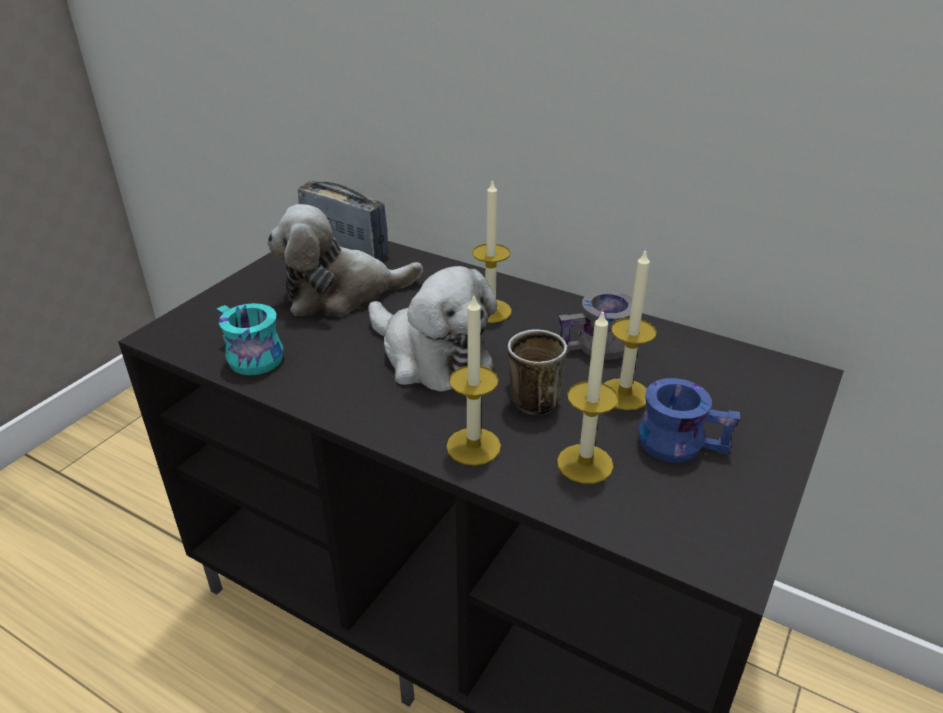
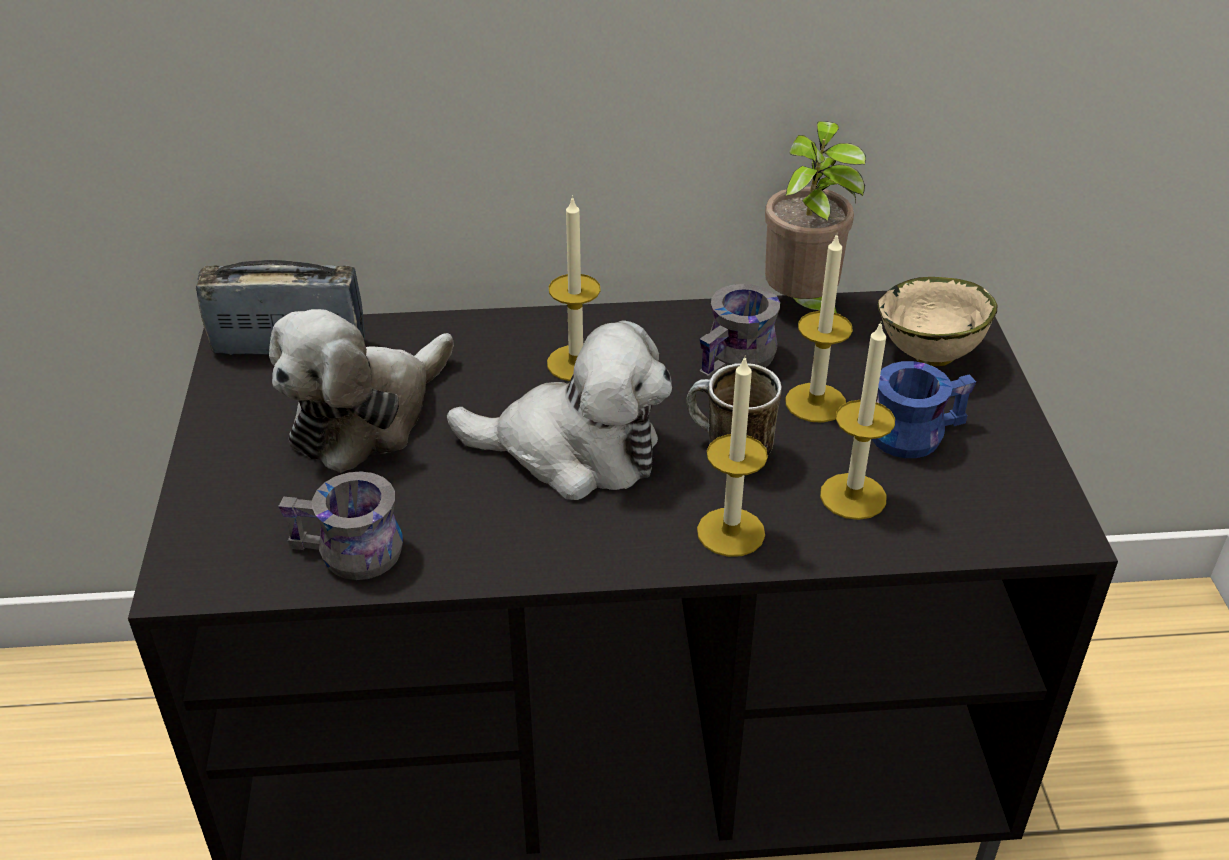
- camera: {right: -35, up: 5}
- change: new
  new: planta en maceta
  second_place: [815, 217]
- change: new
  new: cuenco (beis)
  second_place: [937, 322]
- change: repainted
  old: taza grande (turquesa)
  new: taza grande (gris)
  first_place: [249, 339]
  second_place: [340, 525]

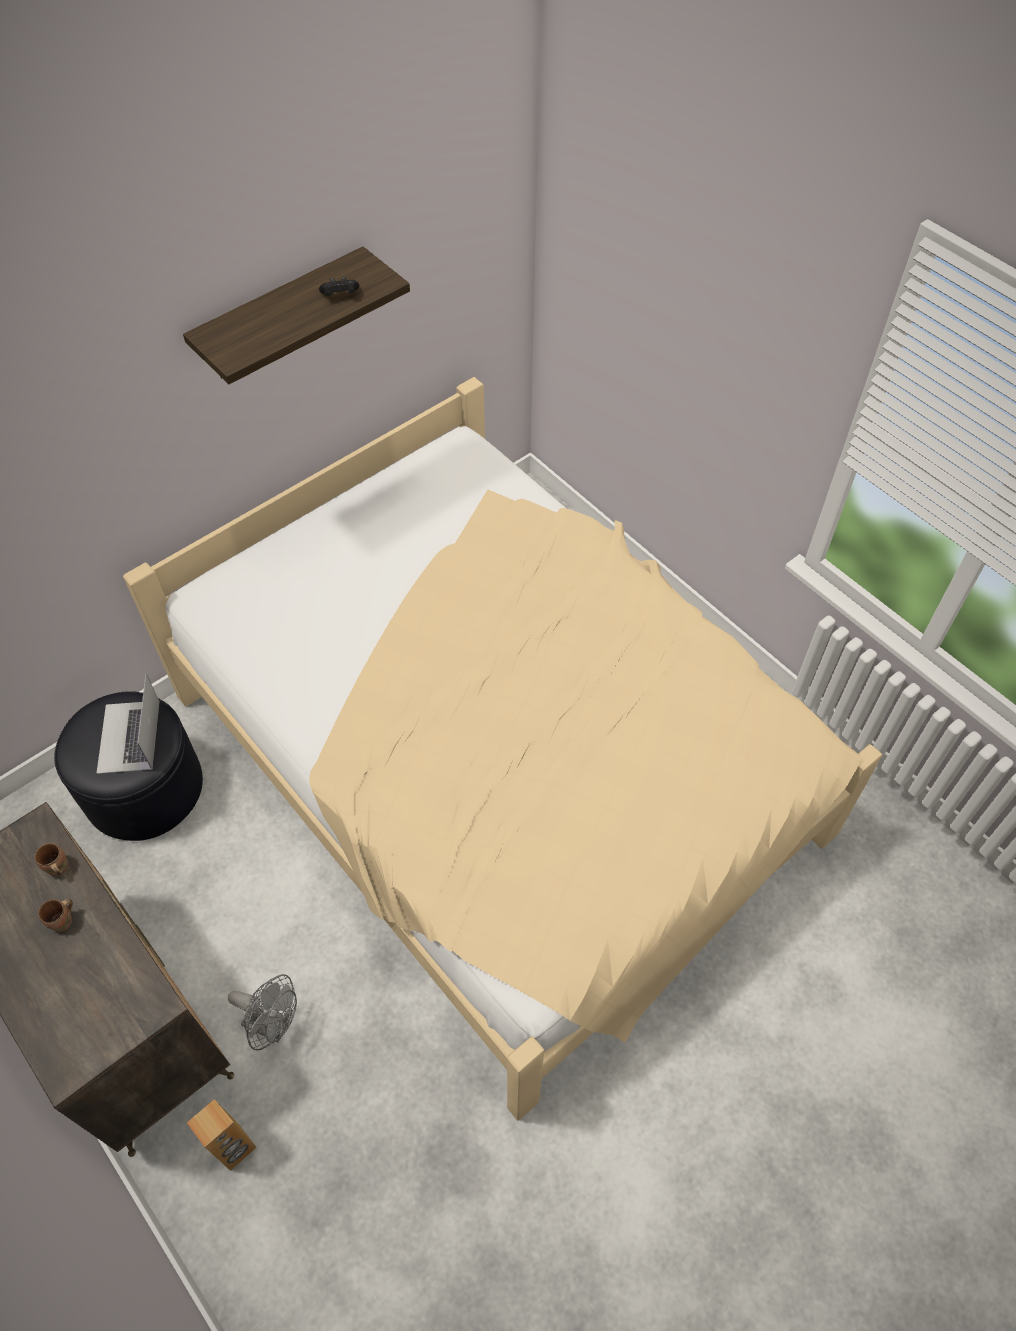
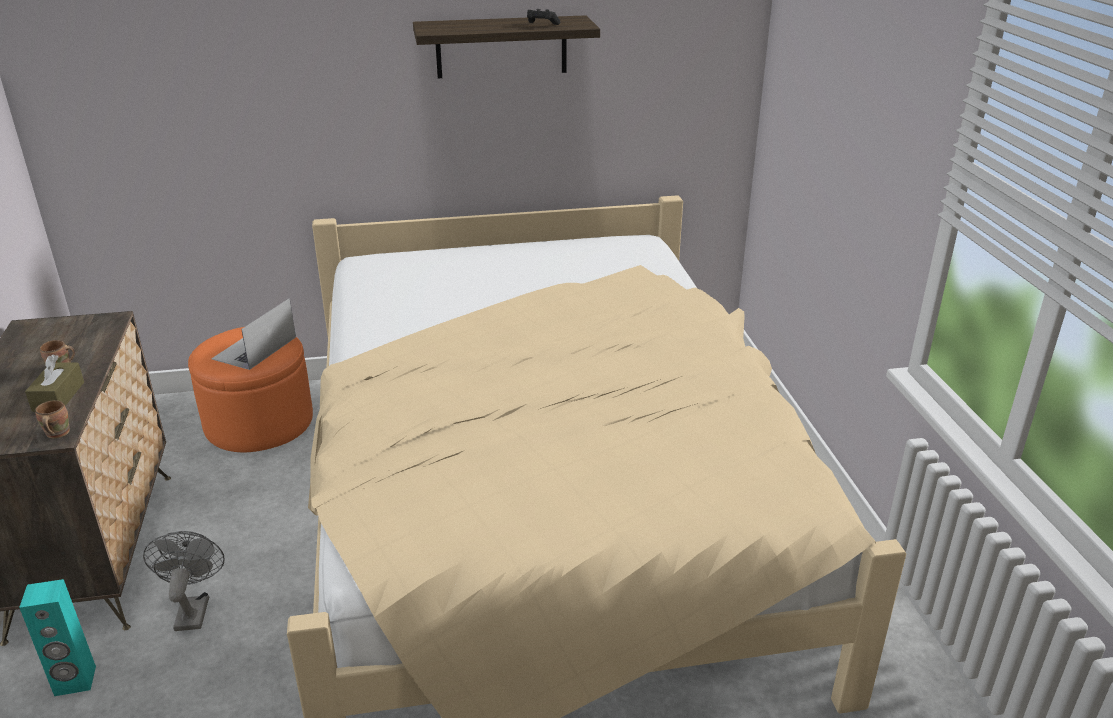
- camera: {right: 30, up: -25}
- change: new
  new: caja de pañuelos (marrón)
  second_place: [54, 383]
- change: shifted
  old: taza grande (marrón)
  first_place: [51, 859]
  second_place: [52, 419]
- change: repainted
  old: puf (negro)
  new: puf (naranja)
  first_place: [128, 766]
  second_place: [250, 389]
- change: repainted
  old: altavoz (marrón)
  new: altavoz (turquesa)
  first_place: [222, 1135]
  second_place: [57, 637]
- change: rotated
  old: ventilador (gris)
  first_place: [262, 1012]
  second_place: [184, 581]
  degrees: -150

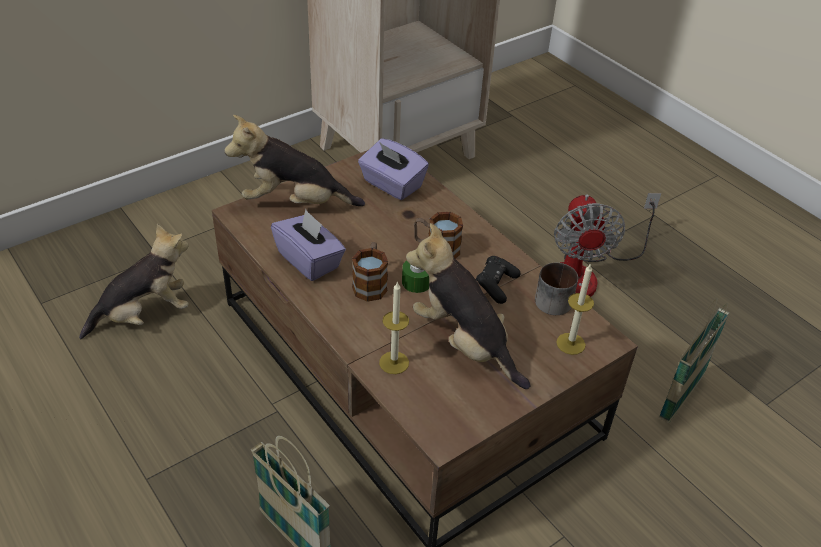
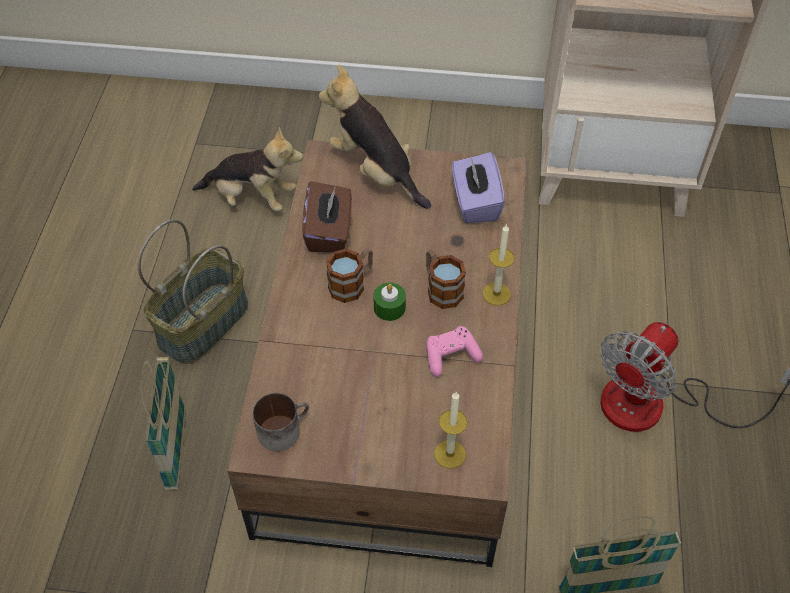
- camera: {right: 45, up: 10}
- change: gone
  old: peluche
  first_place: [468, 306]
- change: new
  new: cesta
  second_place: [193, 291]
- change: shifted
  old: vela
  first_place: [394, 328]
  second_place: [498, 264]
- change: shifted
  old: taza grande
  first_place: [556, 289]
  second_place: [281, 422]
- change: repainted
  old: caja de pañuelos (morado)
  new: caja de pañuelos (marrón)
  first_place: [308, 245]
  second_place: [327, 217]
- change: repainted
  old: mando de consola (negro)
  new: mando de consola (rosa)
  first_place: [498, 280]
  second_place: [455, 351]

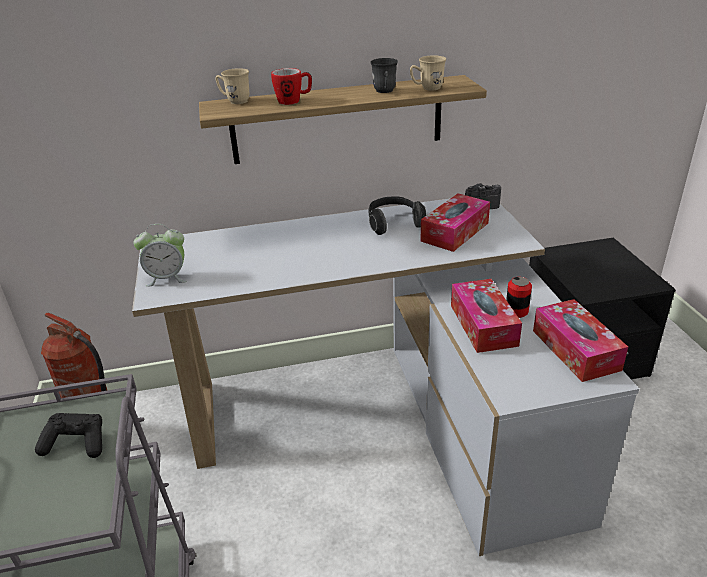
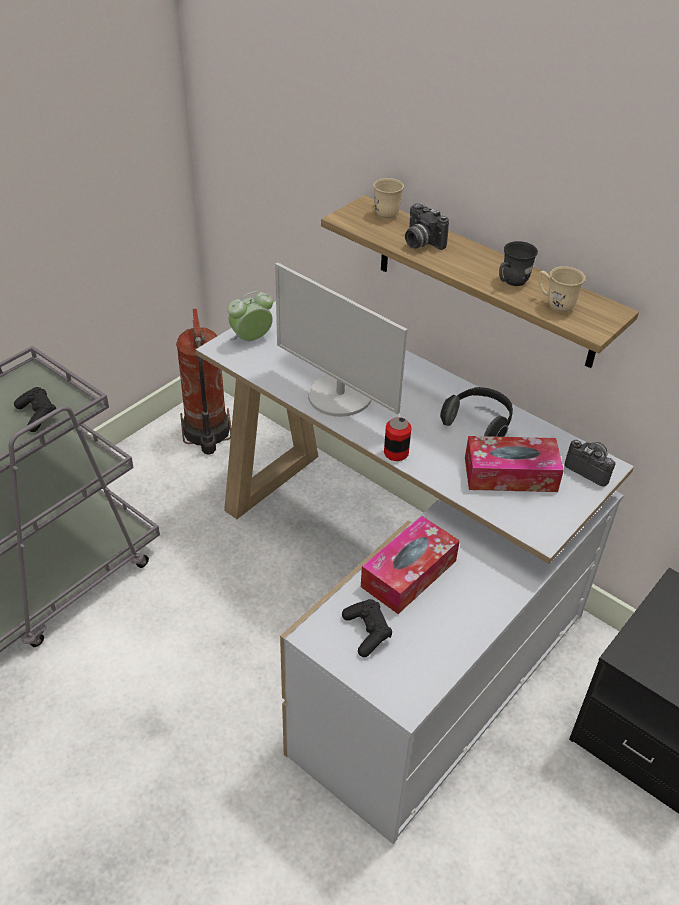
- camera: {right: 50, up: 10}
- change: gone
  old: caja de pañuelos
  first_place: [580, 340]
- change: new
  new: monitor
  second_place: [341, 339]
- change: new
  new: mando de consola (negro)
  second_place: [367, 628]
- change: shifted
  old: lata
  first_place: [519, 297]
  second_place: [397, 439]
- change: swapped
  old: taza grande
  new: cámara
  first_place: [291, 86]
  second_place: [427, 226]
- change: rotated
  old: despertador
  first_place: [160, 255]
  second_place: [250, 316]
  degrees: 105

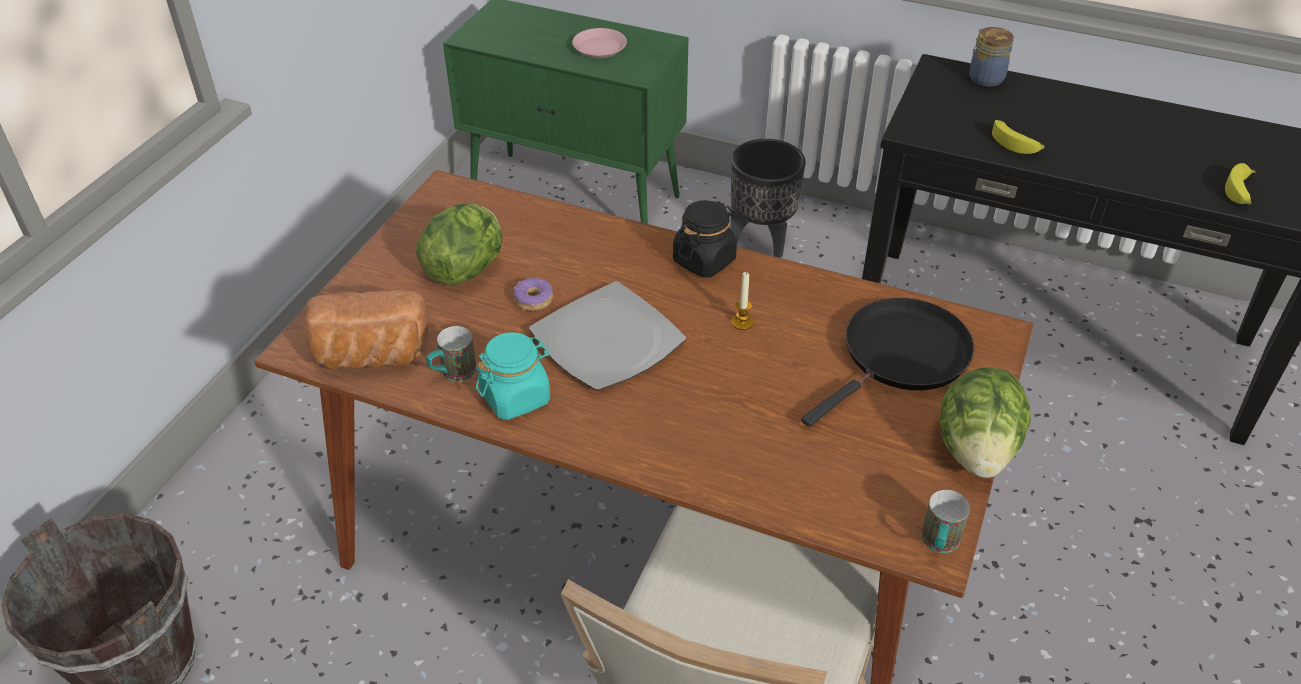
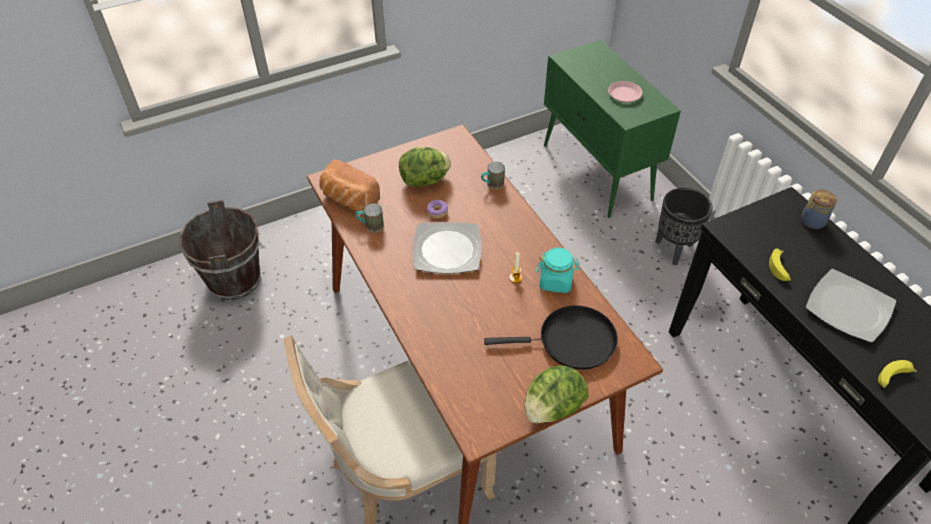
- camera: {right: 40, up: 5}
- change: gone
  old: tarro (negro)
  first_place: [705, 239]
- change: new
  new: plato
  second_place: [850, 306]
- change: shifted
  old: tarro (turquesa)
  first_place: [513, 376]
  second_place: [558, 270]
- change: shifted
  old: taza grande
  first_place: [945, 521]
  second_place: [493, 175]

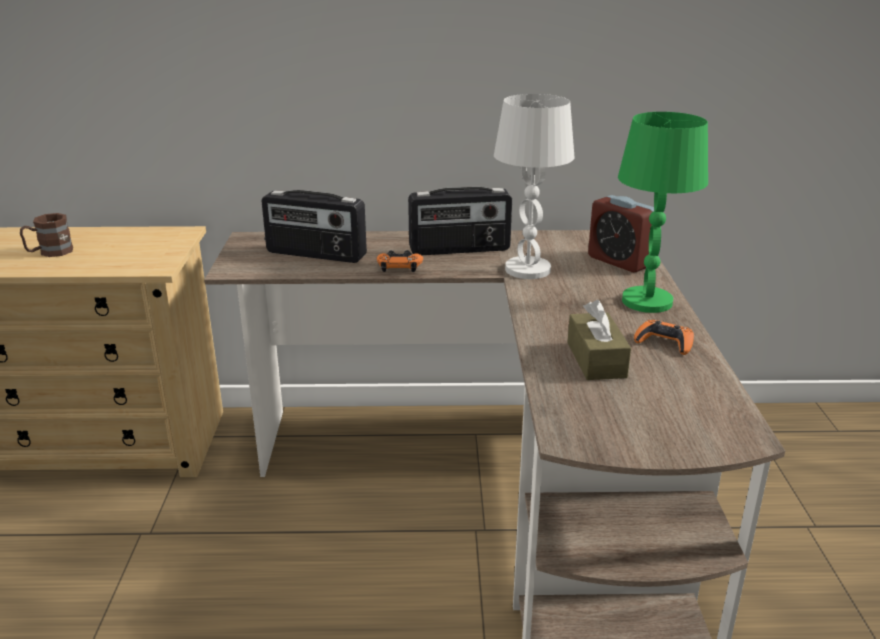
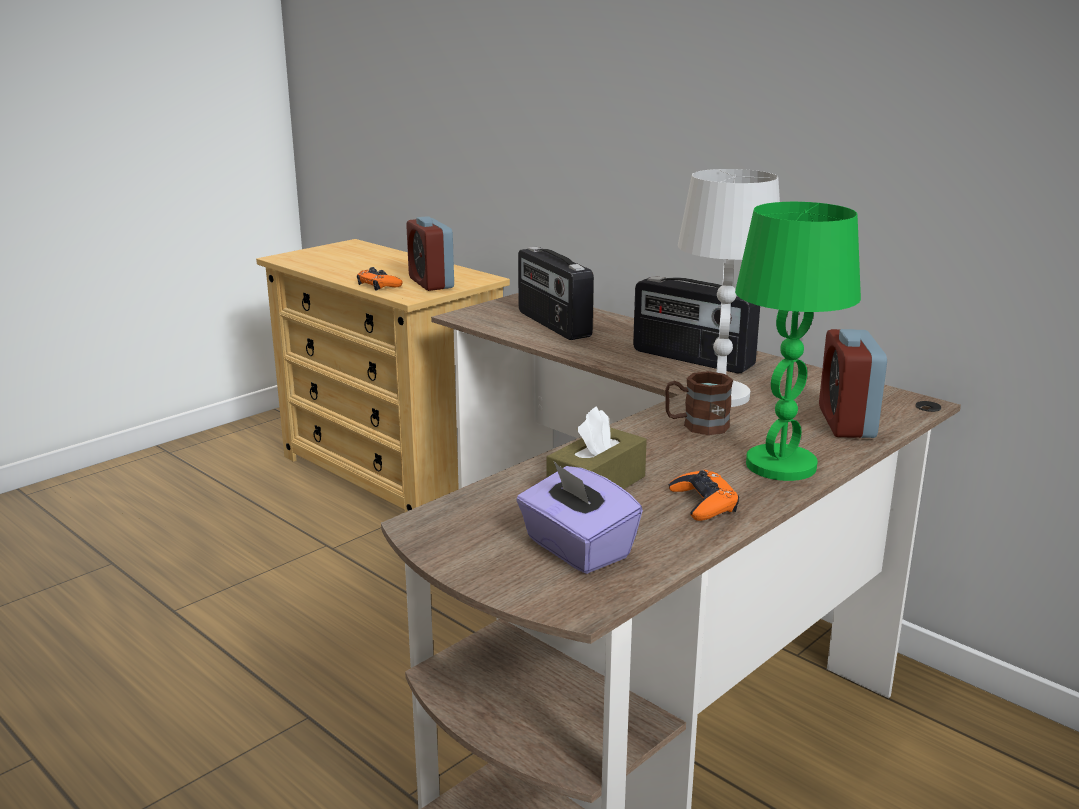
- camera: {right: 45, up: -5}
- change: new
  new: despertador
  second_place: [430, 253]
- change: new
  new: caja de pañuelos (morado)
  second_place: [579, 518]
- change: shifted
  old: taza grande (marrón)
  first_place: [46, 235]
  second_place: [699, 403]
- change: shifted
  old: mando de consola (naranja)
  first_place: [400, 261]
  second_place: [380, 279]

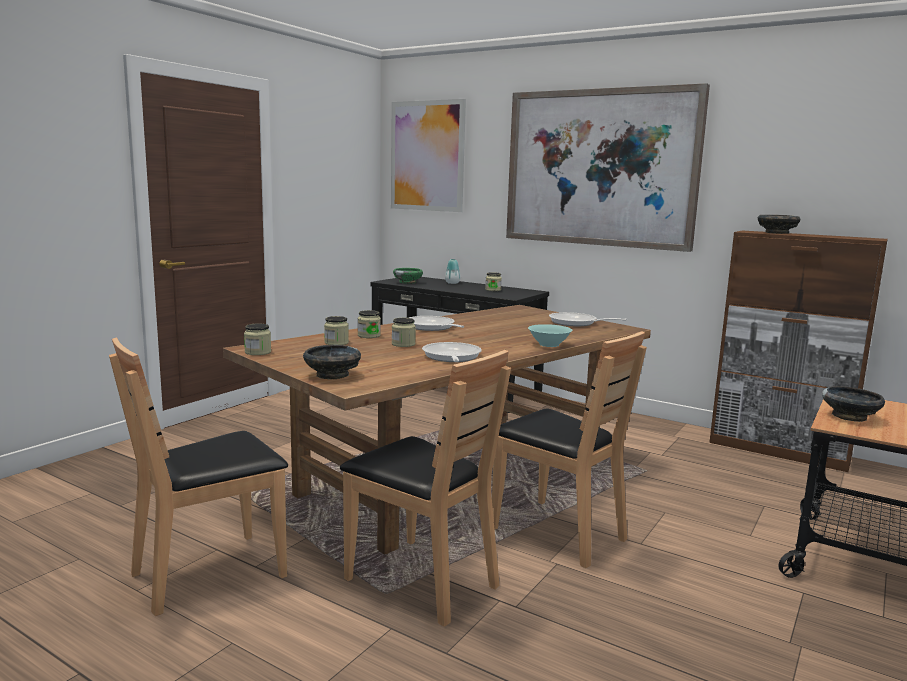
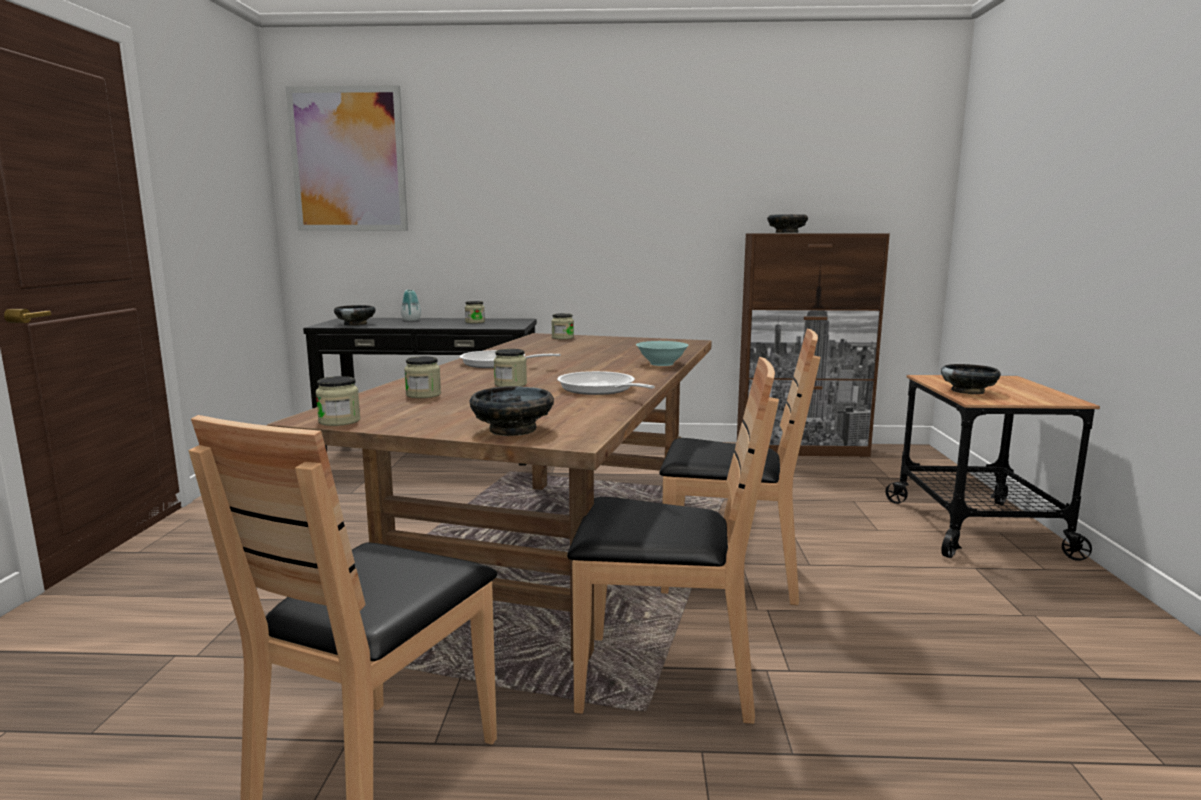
- camera: {right: -30, up: 0}
- change: gone
  old: cuadro
  first_place: [608, 167]
- change: gone
  old: sartén
  first_place: [588, 319]
- change: shifted
  old: tarro
  first_place: [369, 324]
  second_place: [562, 326]
- change: repainted
  old: cuenco (verde)
  new: cuenco (negro)
  first_place: [408, 276]
  second_place: [354, 315]

